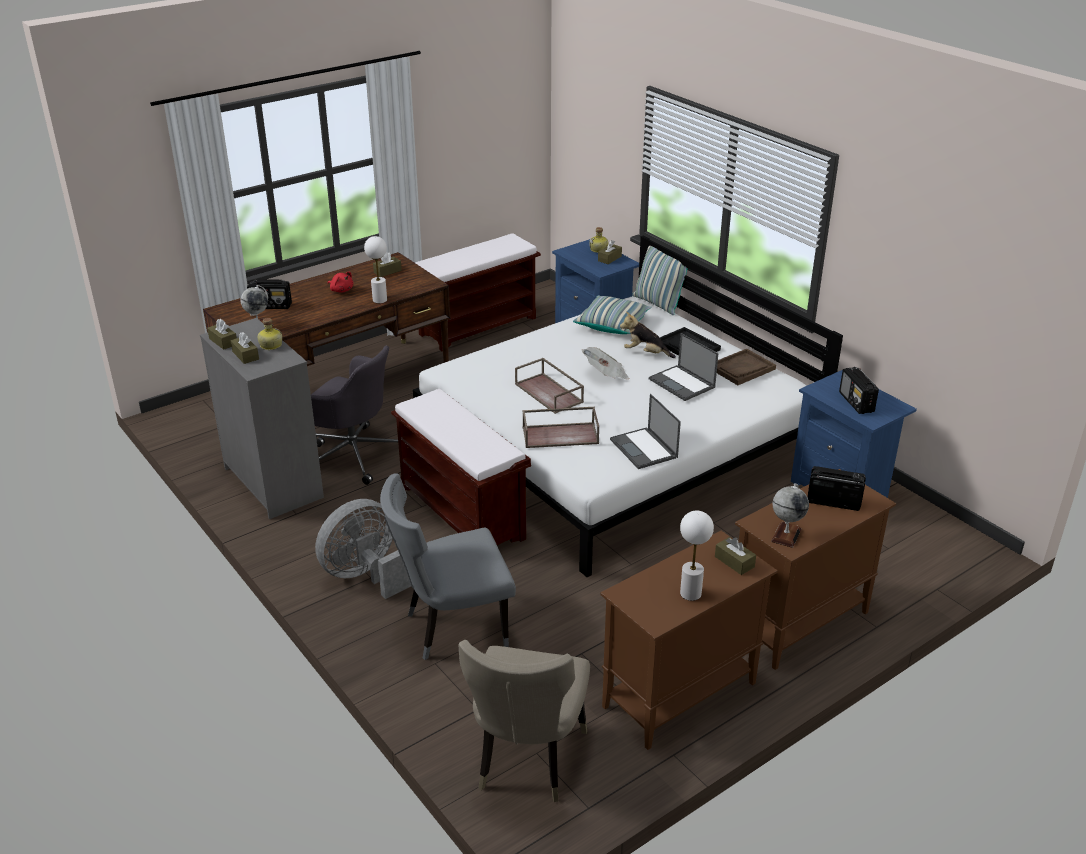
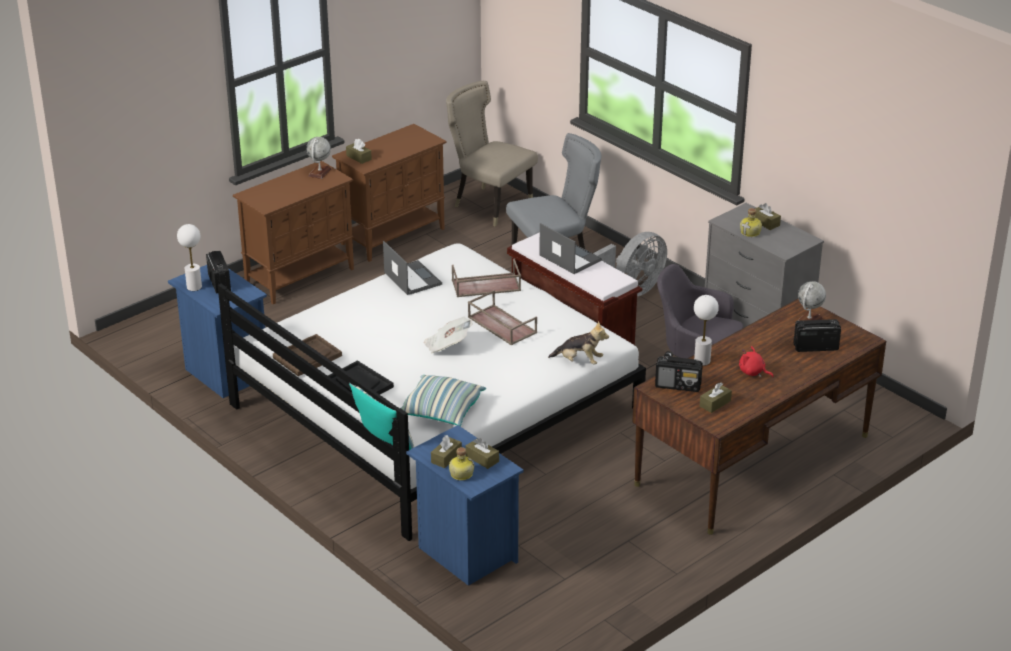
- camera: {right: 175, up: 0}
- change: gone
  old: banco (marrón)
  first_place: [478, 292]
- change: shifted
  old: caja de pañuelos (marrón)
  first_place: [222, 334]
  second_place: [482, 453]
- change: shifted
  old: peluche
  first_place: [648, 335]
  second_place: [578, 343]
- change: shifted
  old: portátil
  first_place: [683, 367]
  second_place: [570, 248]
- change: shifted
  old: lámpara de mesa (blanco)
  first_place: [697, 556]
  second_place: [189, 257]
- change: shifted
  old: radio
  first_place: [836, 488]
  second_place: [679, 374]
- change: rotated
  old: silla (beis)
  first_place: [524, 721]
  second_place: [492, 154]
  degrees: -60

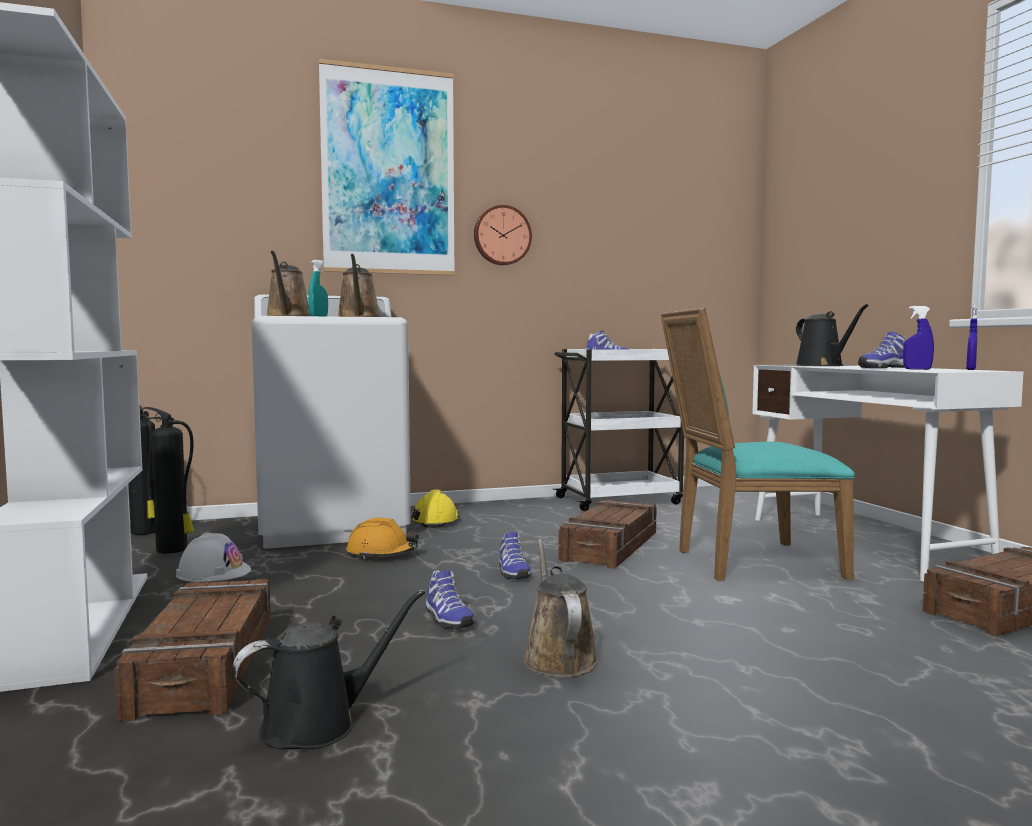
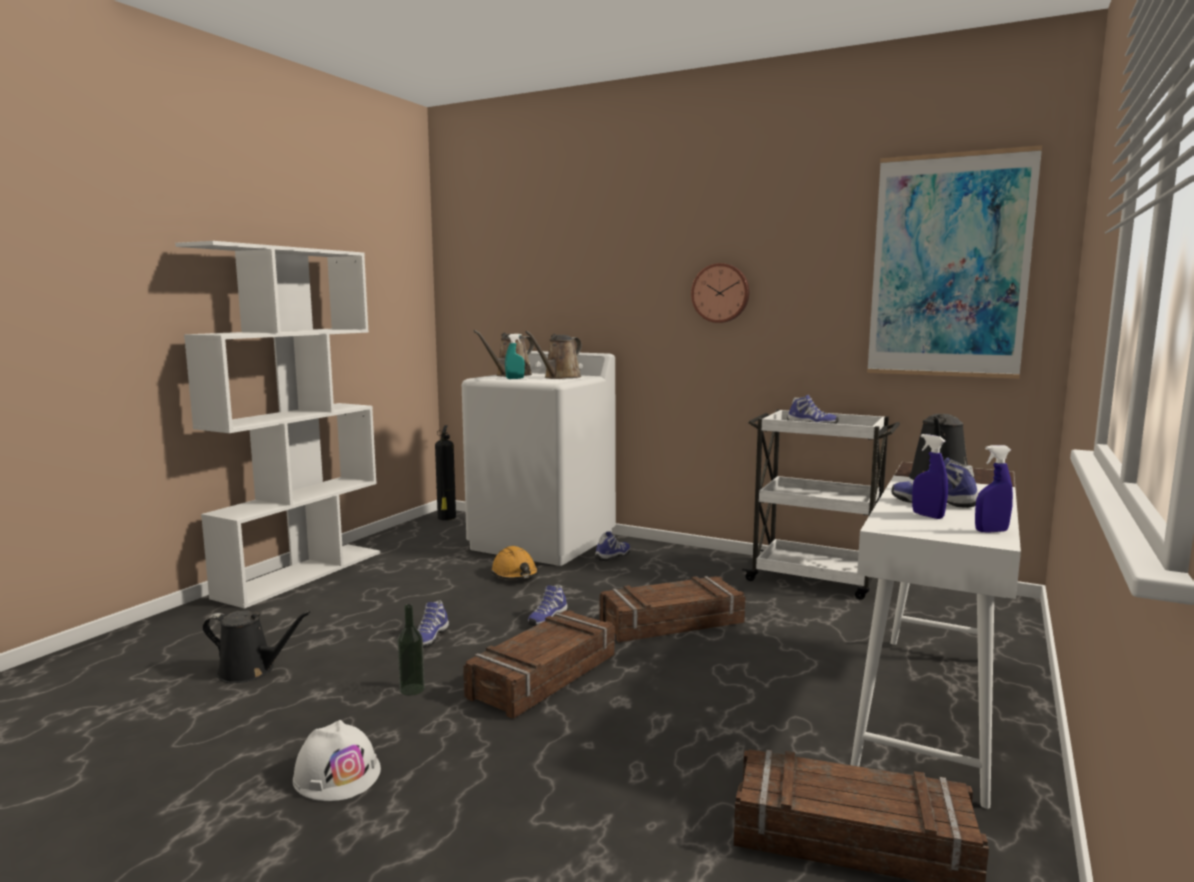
- camera: {right: 45, up: 5}
- change: gone
  old: extintor
  first_place: [169, 480]
- change: gone
  old: silla (turquesa)
  first_place: [758, 444]
- change: shifted
  old: caja de embalaje
  first_place: [193, 650]
  second_place: [539, 664]
- change: shifted
  old: casco (blanco)
  first_place: [213, 557]
  second_place: [337, 760]
- change: shifted
  old: cuadro
  first_place: [387, 167]
  second_place: [954, 262]
- change: swapped
  old: casco (amarillo)
  new: zapato
  first_place: [435, 509]
  second_place: [612, 546]
- change: swapped
  old: regadera (marrón)
  new: botella
  first_place: [560, 608]
  second_place: [411, 650]

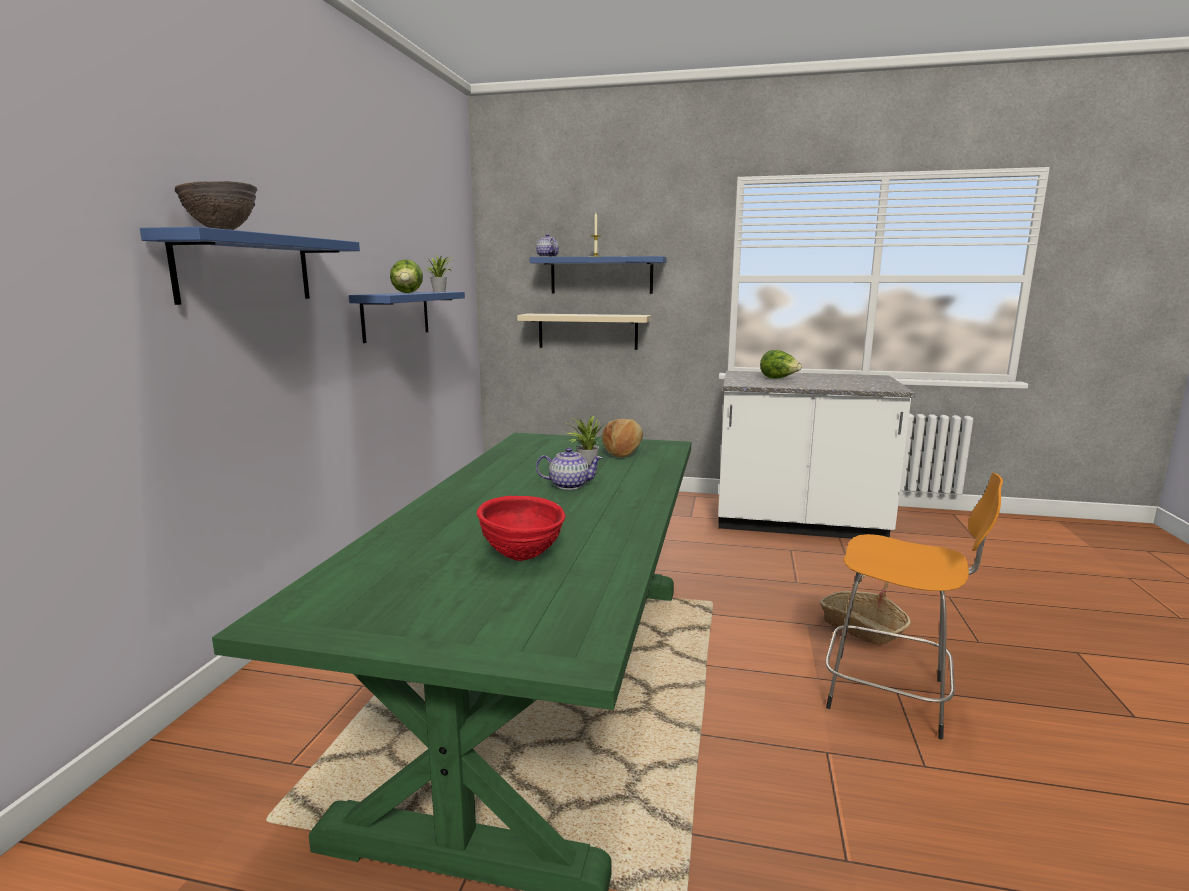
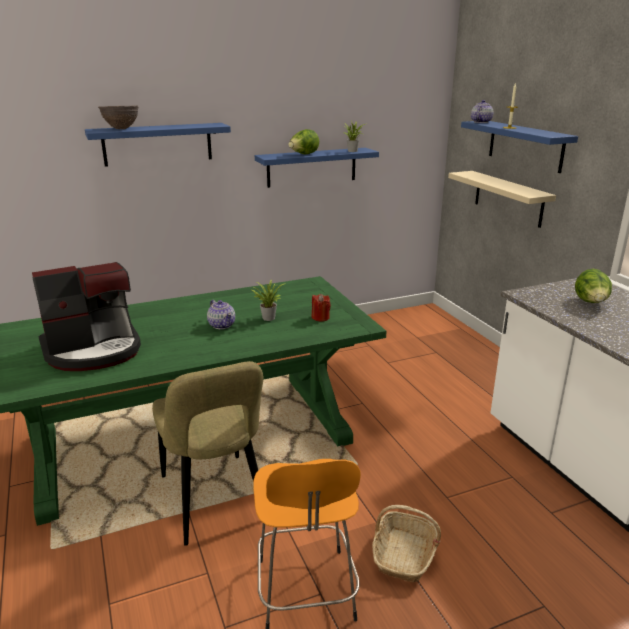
- camera: {right: 55, up: 10}
- change: new
  new: silla (beis)
  second_place: [207, 453]
- change: swapped
  old: cuenco (rojo)
  new: cafetera
  first_place: [521, 528]
  second_place: [86, 316]
- change: swapped
  old: pan
  new: vela (rojo)
  first_place: [622, 438]
  second_place: [321, 307]

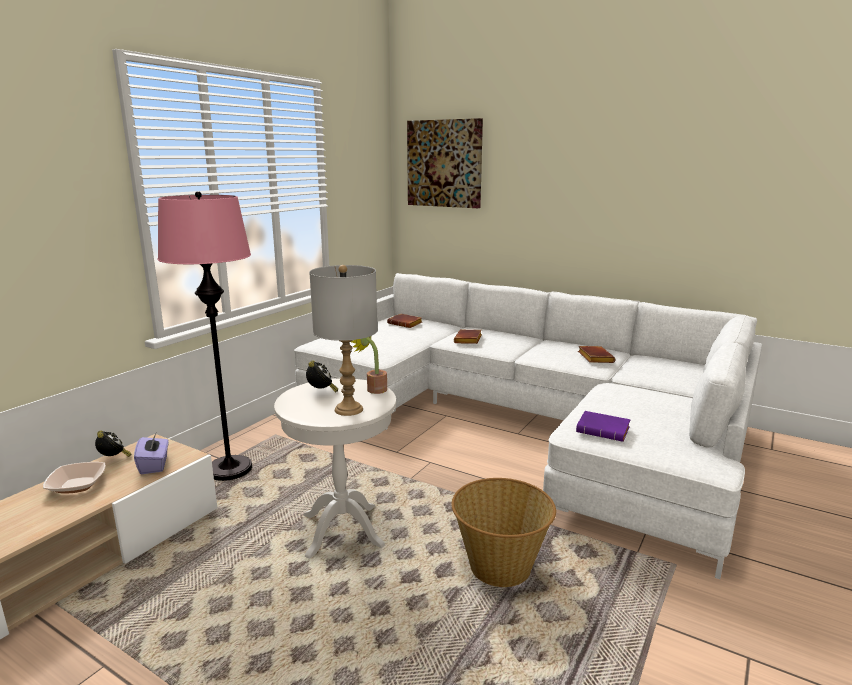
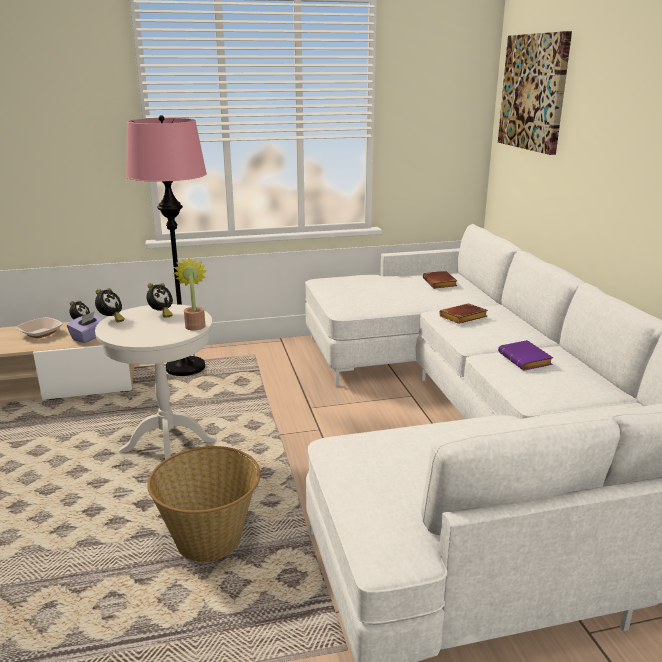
- camera: {right: 45, up: 5}
- change: gone
  old: lámpara de mesa (gris)
  first_place: [343, 340]
- change: gone
  old: libro (marrón)
  first_place: [596, 354]
- change: new
  new: despertador
  second_place: [110, 305]
- change: shifted
  old: libro (morado)
  first_place: [603, 426]
  second_place: [525, 355]

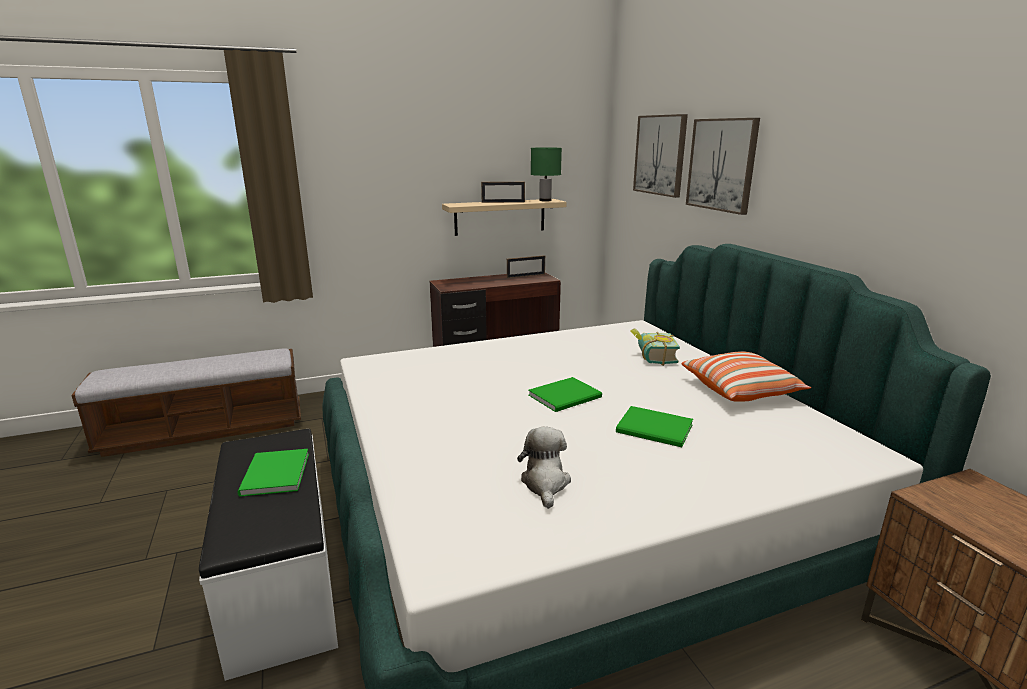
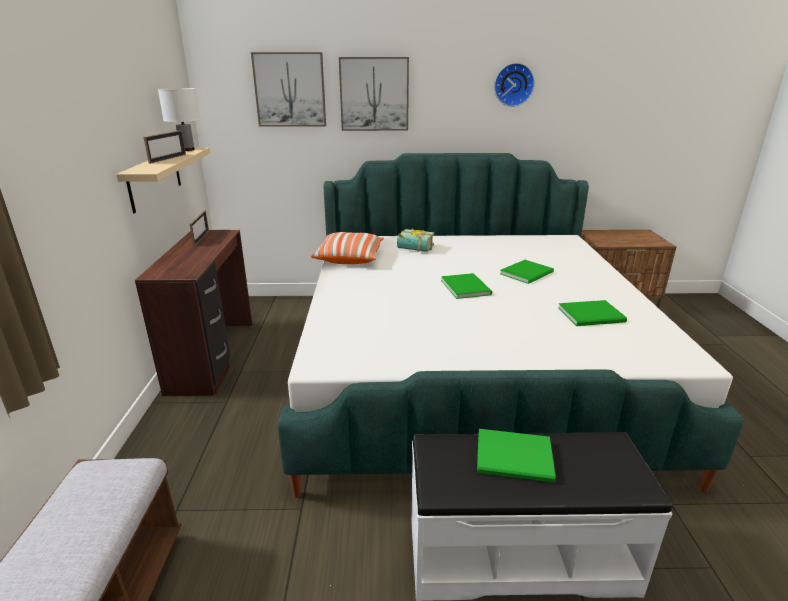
- camera: {right: -70, up: 5}
- change: new
  new: reloj de pared
  second_place: [514, 85]
- change: shifted
  old: cojín
  first_place: [746, 376]
  second_place: [347, 248]
- change: swapped
  old: peluche
  new: libro (verde)
  first_place: [544, 468]
  second_place: [592, 313]
- change: repainted
  old: lámpara de mesa (verde)
  new: lámpara de mesa (blanco)
  first_place: [546, 174]
  second_place: [179, 119]

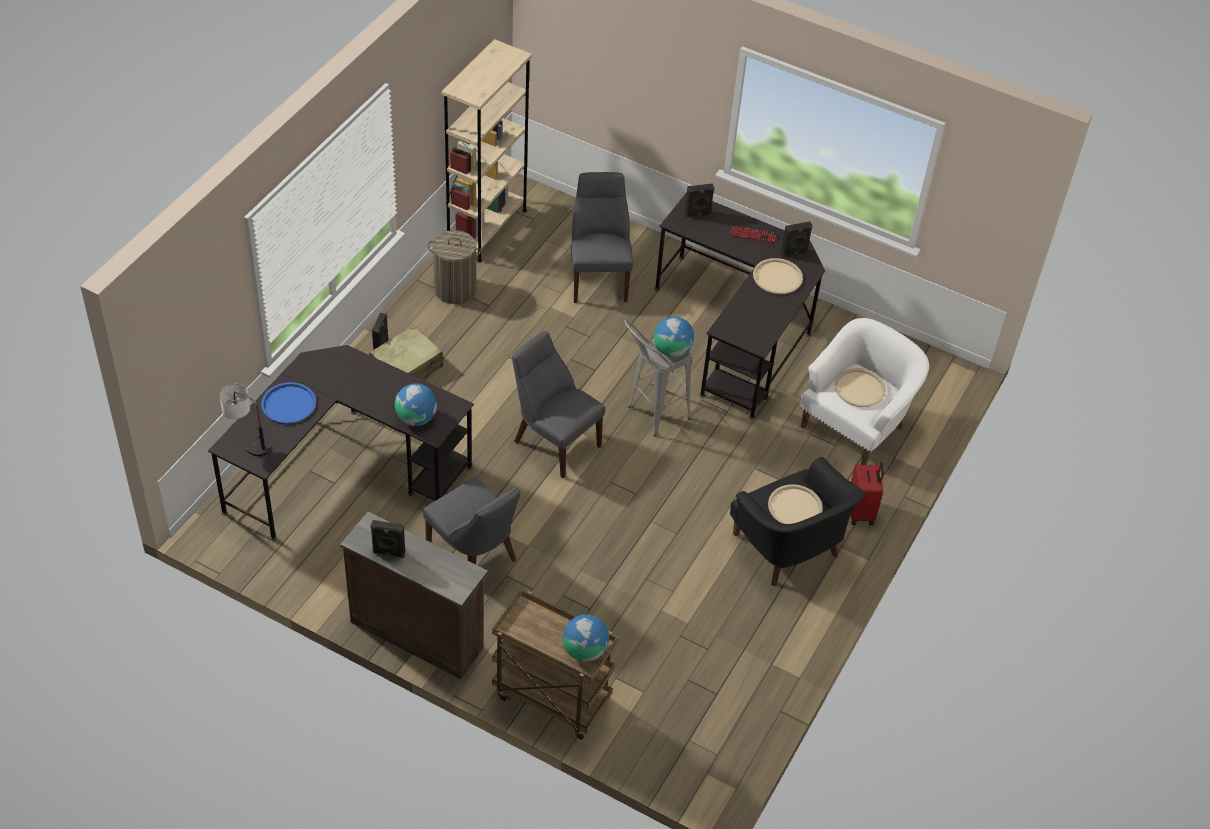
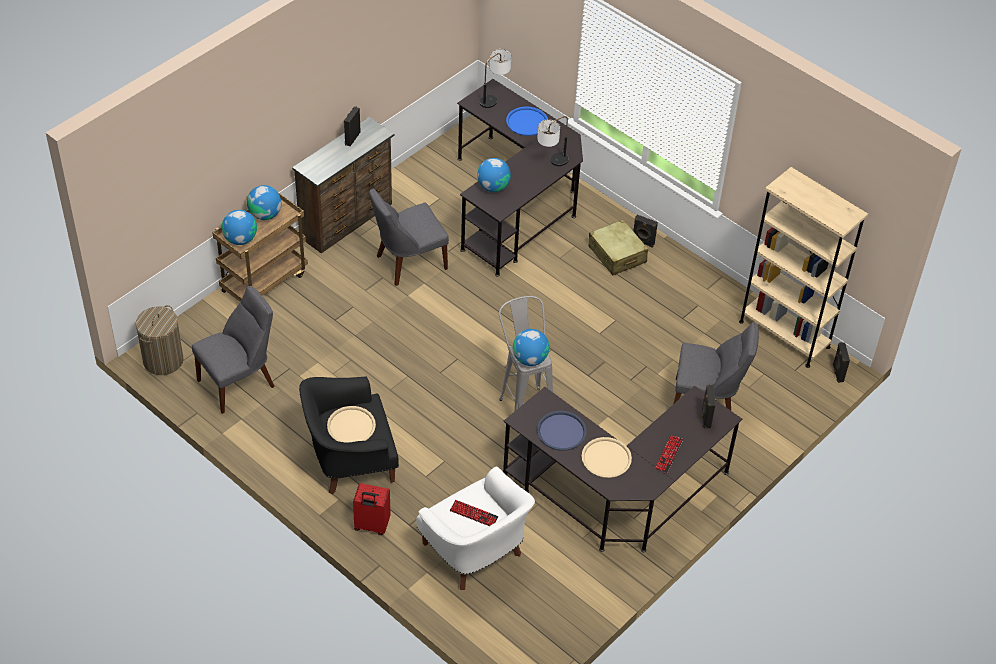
- camera: {right: 105, up: 0}
- change: new
  new: globo terráqueo
  second_place: [264, 202]
- change: new
  new: lámpara de mesa
  second_place: [553, 141]
- change: new
  new: bandeja (azul)
  second_place: [562, 430]
- change: shifted
  old: cesto de la ropa
  first_place: [454, 267]
  second_place: [160, 340]
- change: shifted
  old: silla (gris)
  first_place: [558, 404]
  second_place: [233, 350]
- change: shifted
  old: altavoz (negro)
  first_place: [797, 239]
  second_place: [841, 362]
- change: swapped
  old: bandeja (beis)
  new: teclado
  first_place: [860, 387]
  second_place: [474, 513]

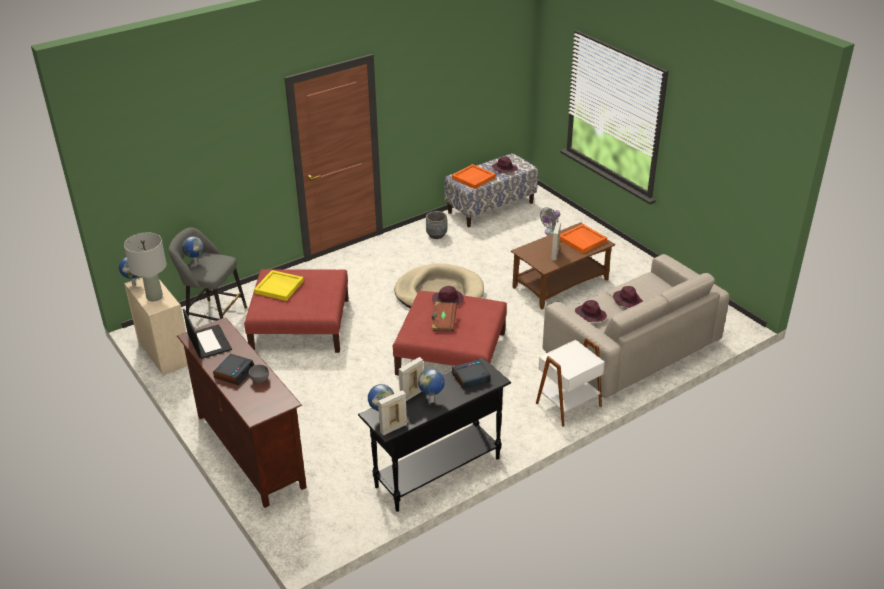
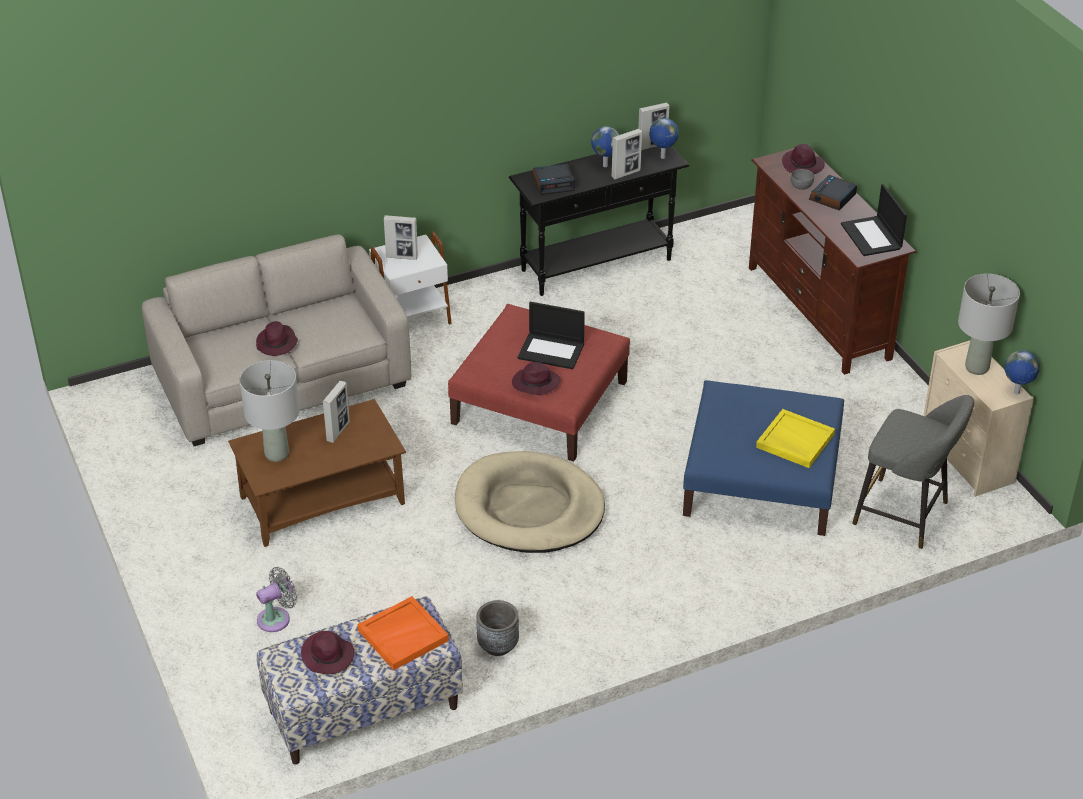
- camera: {right: -170, up: 5}
- change: gone
  old: globo terráqueo
  first_place: [193, 250]
- change: new
  new: portarretratos
  second_place: [401, 237]
- change: shifted
  old: sombrero (morado)
  first_place: [591, 311]
  second_place: [803, 159]
- change: swapped
  old: libro (marrón)
  new: portátil
  first_place: [444, 317]
  second_place: [551, 335]
- change: swapped
  old: bandeja (naranja)
  new: lámpara de mesa (gris)
  first_place: [583, 239]
  second_place: [270, 411]
- change: repainted
  old: puf (rojo)
  new: puf (azul)
  first_place: [296, 311]
  second_place: [763, 458]

